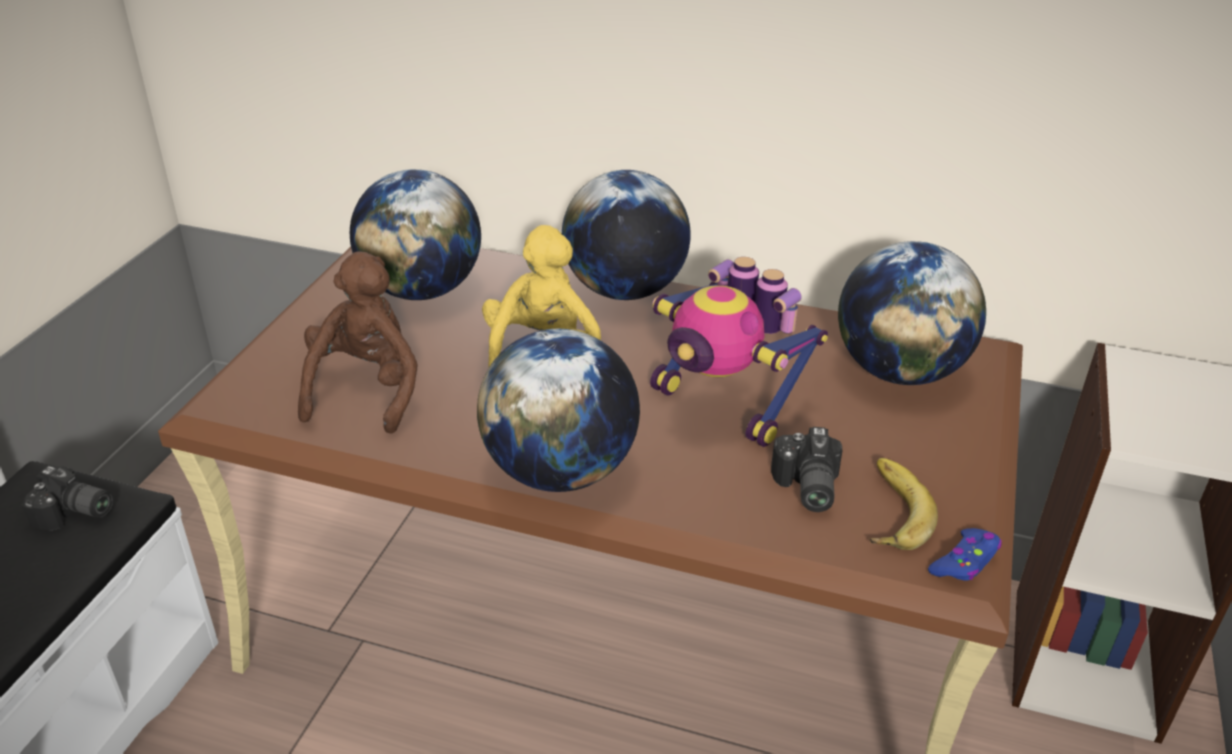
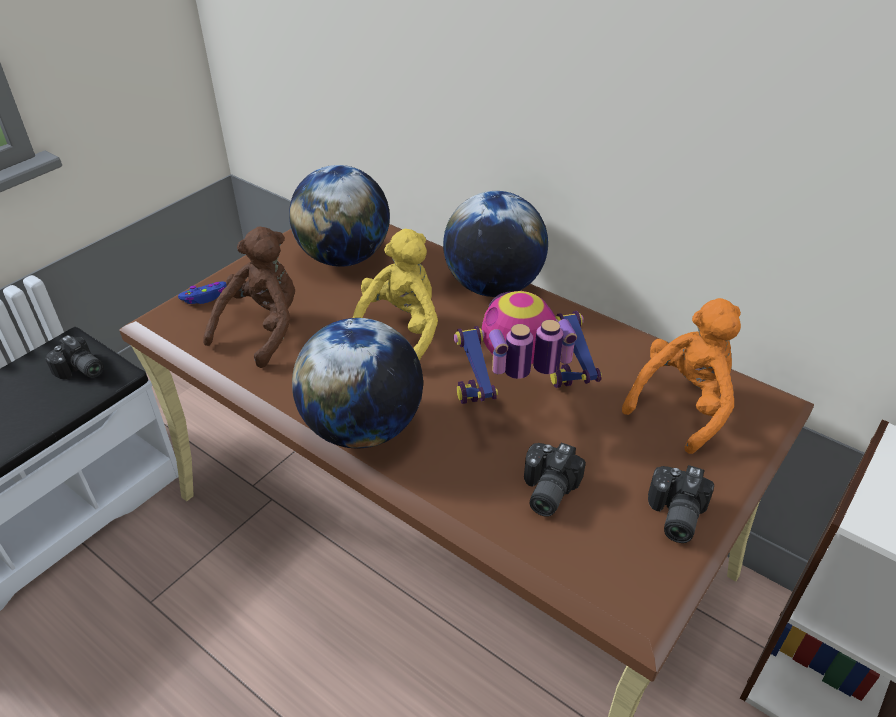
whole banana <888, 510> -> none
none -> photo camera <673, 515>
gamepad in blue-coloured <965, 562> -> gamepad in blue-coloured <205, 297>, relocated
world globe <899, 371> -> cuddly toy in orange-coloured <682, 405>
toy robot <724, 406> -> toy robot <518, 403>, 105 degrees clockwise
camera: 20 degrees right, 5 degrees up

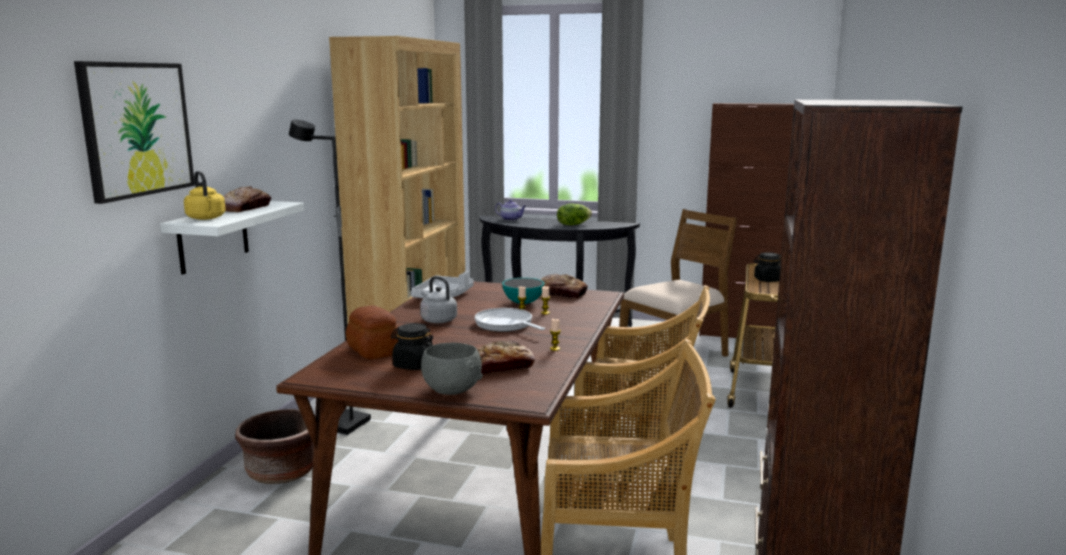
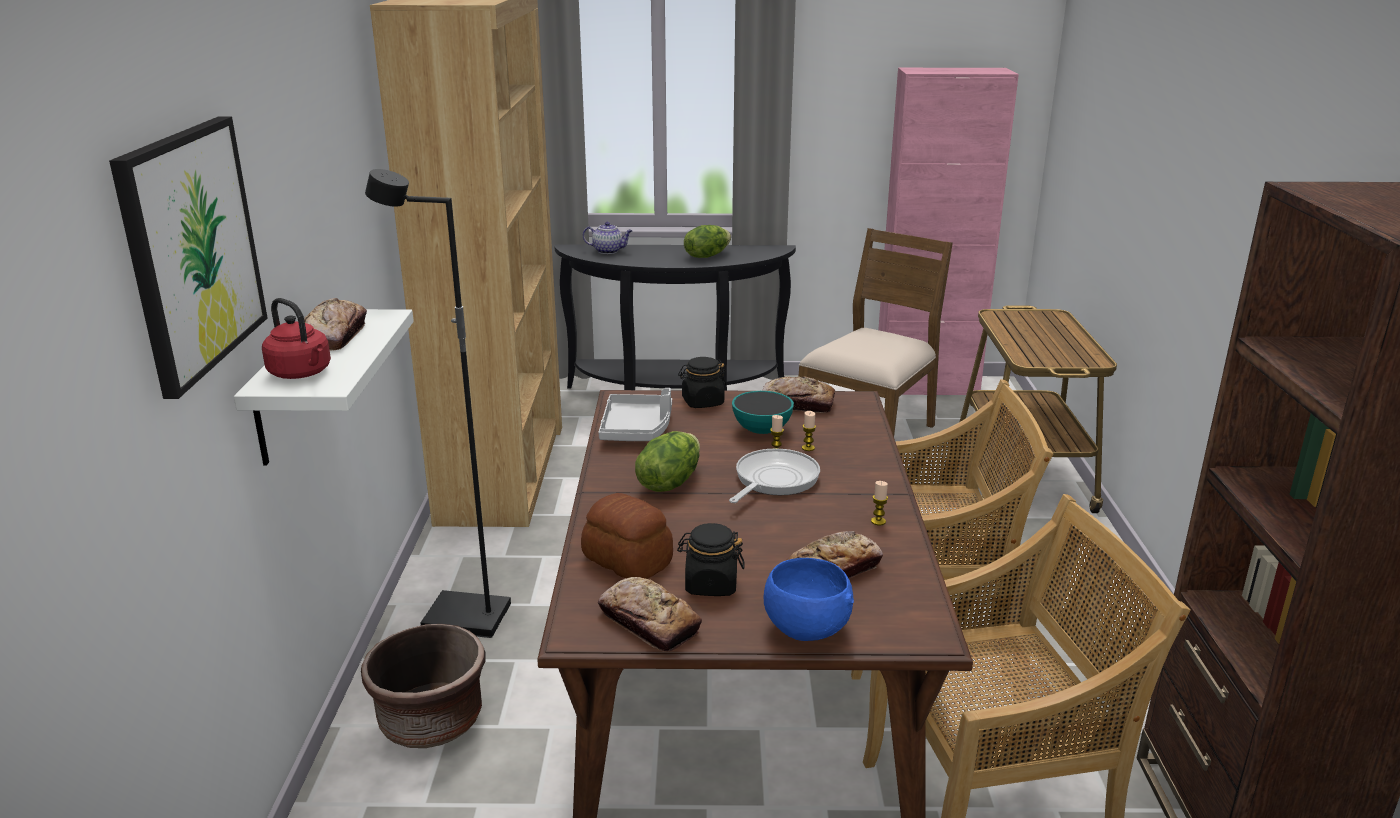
none -> baked bread <649, 622>
storage jar in blackish <767, 280> -> storage jar in blackish <702, 402>, relocated
kettle in gray <437, 320> -> head of lettuce <669, 482>
kettle in yellowish <206, 218> -> kettle in reddish <302, 373>
deep dish in gray <451, 390> -> deep dish in blue-coloured <805, 629>
cabinet in brown <736, 334> -> cabinet in pink-coloured <926, 387>
skillet <506, 325> -> skillet <773, 480>, 90 degrees clockwise
camera: 15 degrees left, 10 degrees up

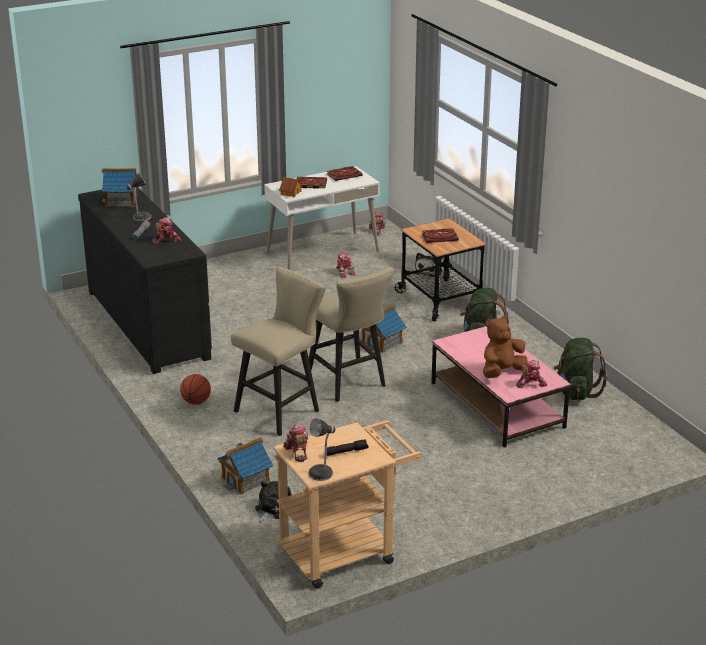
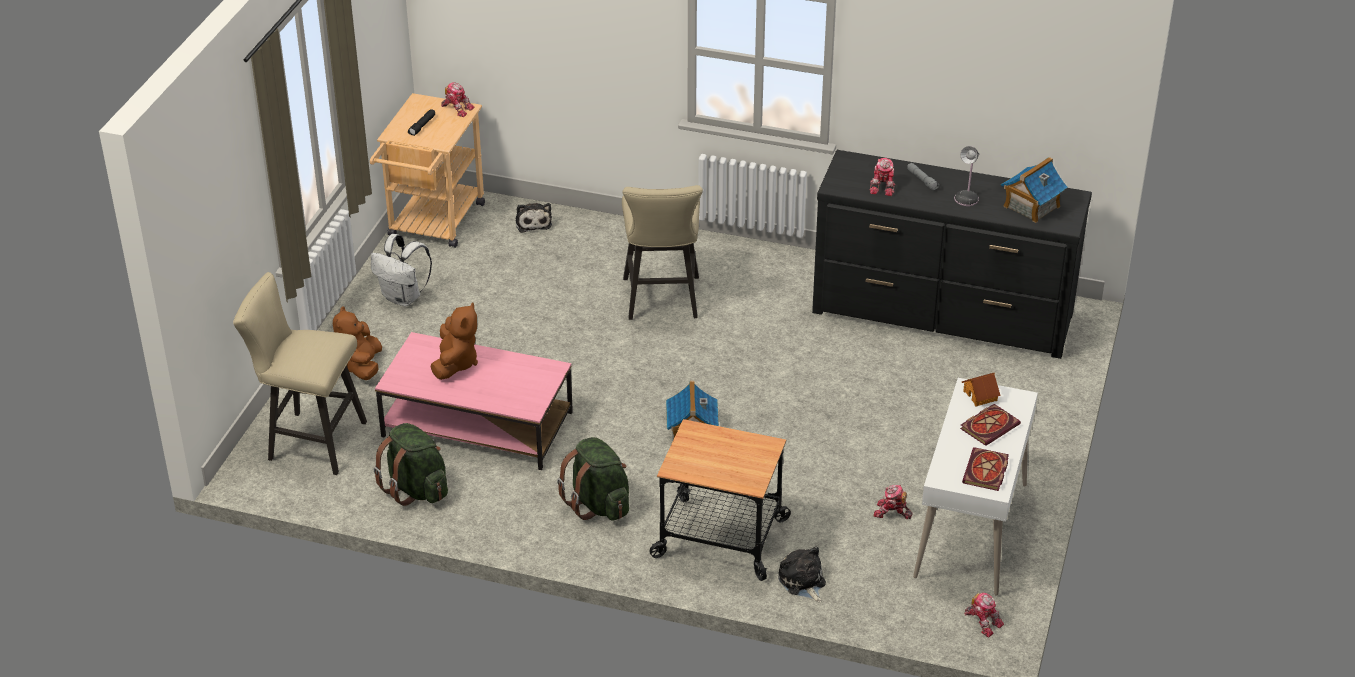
ball for basketball <196, 402> -> none
model house <246, 480> -> none
tabletop lamp <322, 473> -> none
volume <440, 237> -> none
toy robot <531, 383> -> none
none -> cuddly toy in brown <361, 366>
none -> rucksack in white-coloured <403, 298>
stool in beige-coloured <349, 383> -> stool in beige-coloured <310, 441>, relocated
camera: 135 degrees right, 10 degrees up

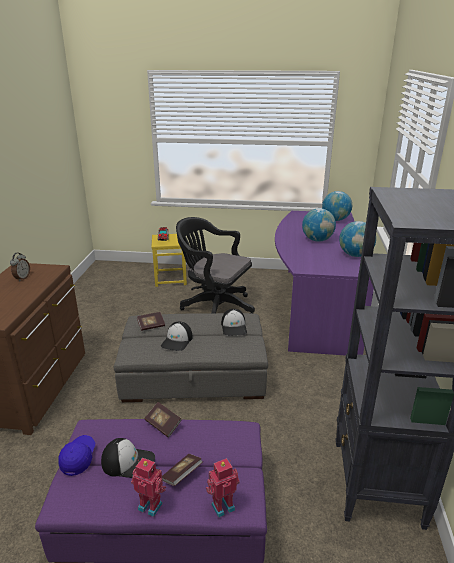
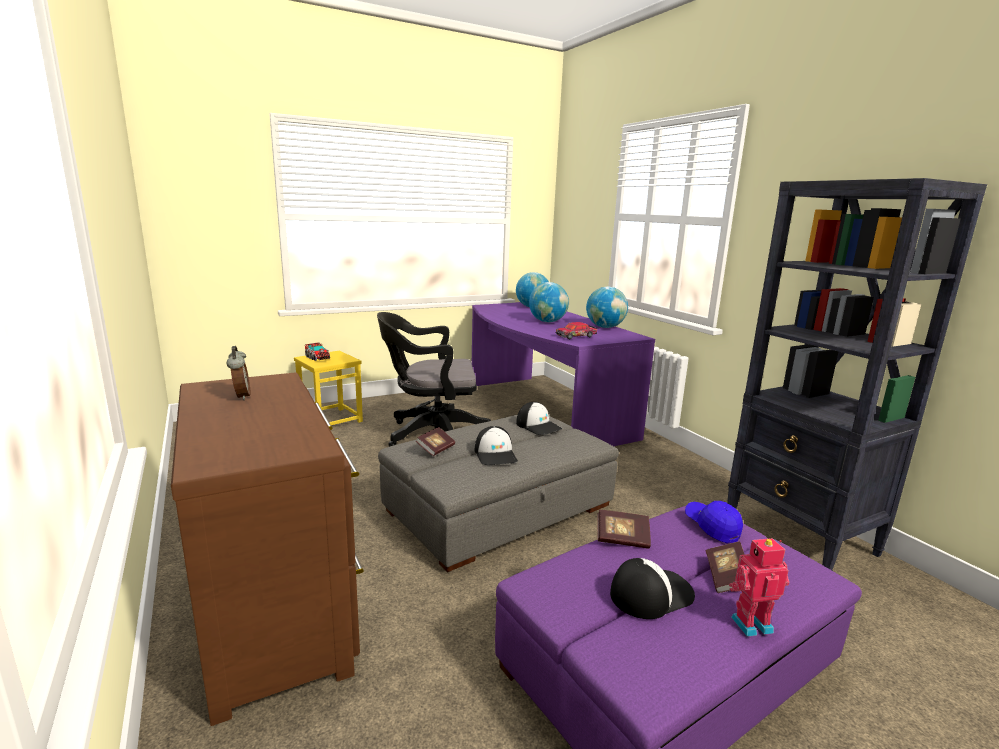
toy robot <222, 505> -> none
none -> toy car <576, 336>
cap in blue-coloured <78, 458> -> cap in blue-coloured <711, 527>, relocated
camera: 35 degrees left, 10 degrees down

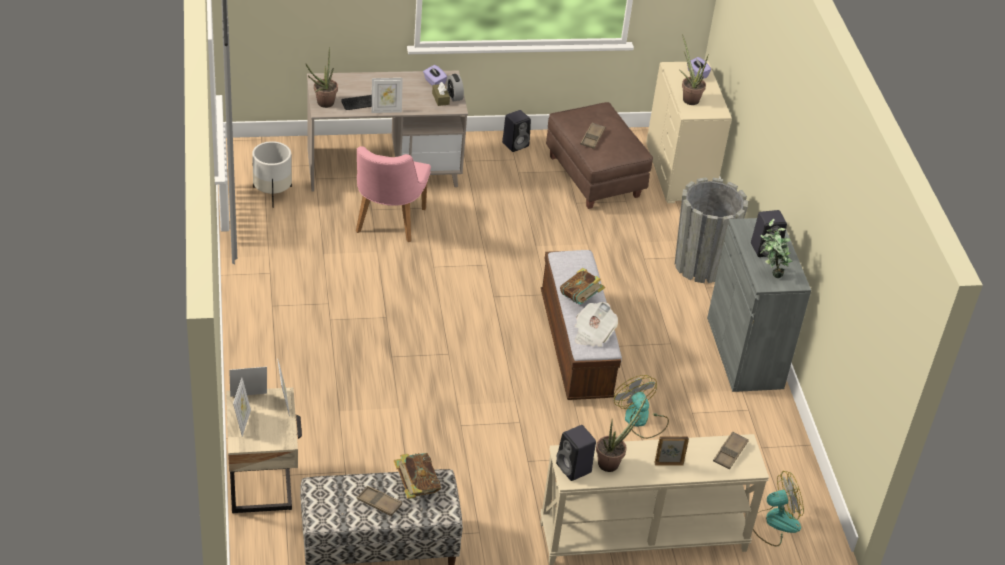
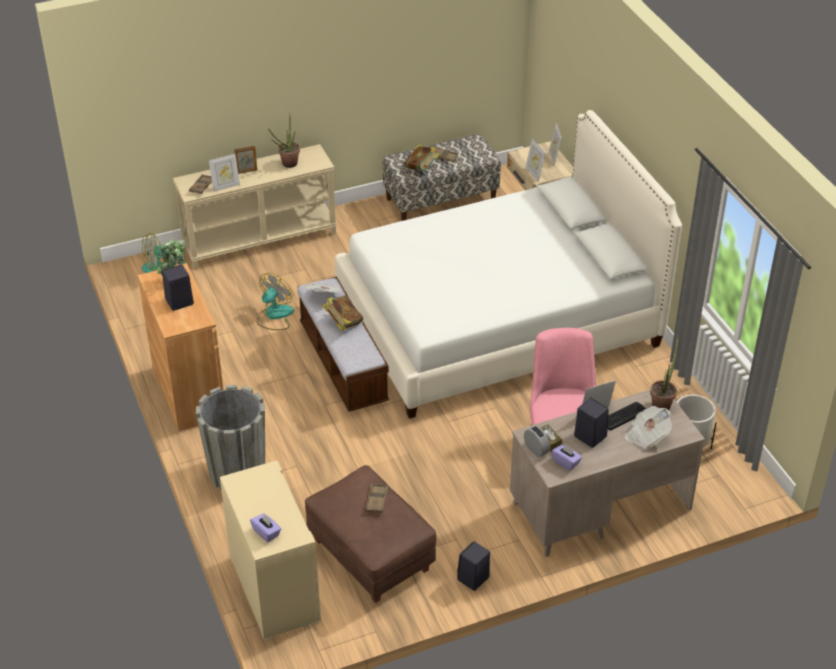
plant in a pot <688, 98> -> none
none -> sleeping bed in white-coloured <498, 321>
none -> newspaper <646, 435>
standing frame <248, 397> -> standing frame <225, 186>, relocated
audio speaker in blackish <574, 469> -> audio speaker in blackish <589, 436>, relocated
cabinet in gray <744, 352> -> cabinet in brown <189, 392>
electric fan <641, 420> -> electric fan <274, 316>, 105 degrees counterclockwise
camera: 170 degrees right, 0 degrees up

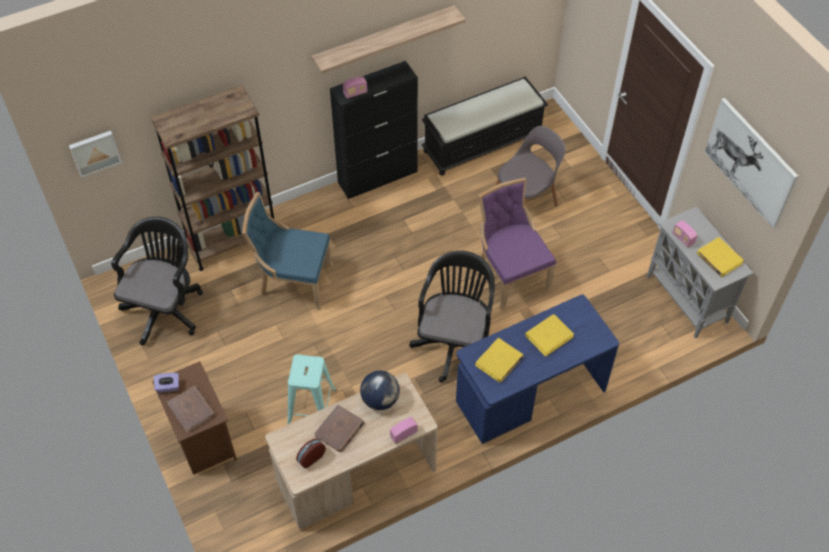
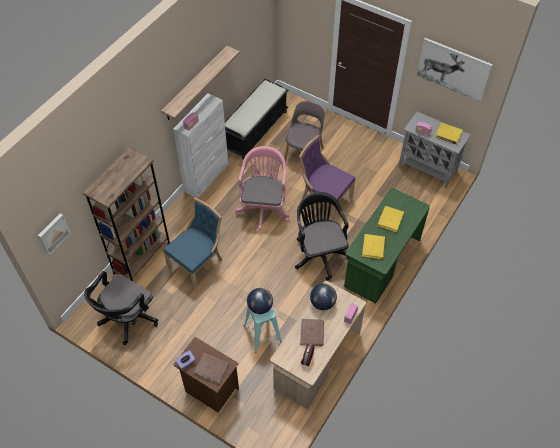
none -> desk chair in pink-coloured <263, 207>
none -> world globe <260, 307>
cabinet in blackish <378, 177> -> cabinet in white-coloured <206, 177>
desk table in blue-coloured <530, 394> -> desk table in greenish <381, 262>
desk chair in blackish <165, 308> -> desk chair in blackish <126, 319>, 135 degrees counterclockwise
chair in blue-coloured <293, 281> -> chair in blue-coloured <198, 264>, 150 degrees clockwise
camera: 30 degrees left, 0 degrees up

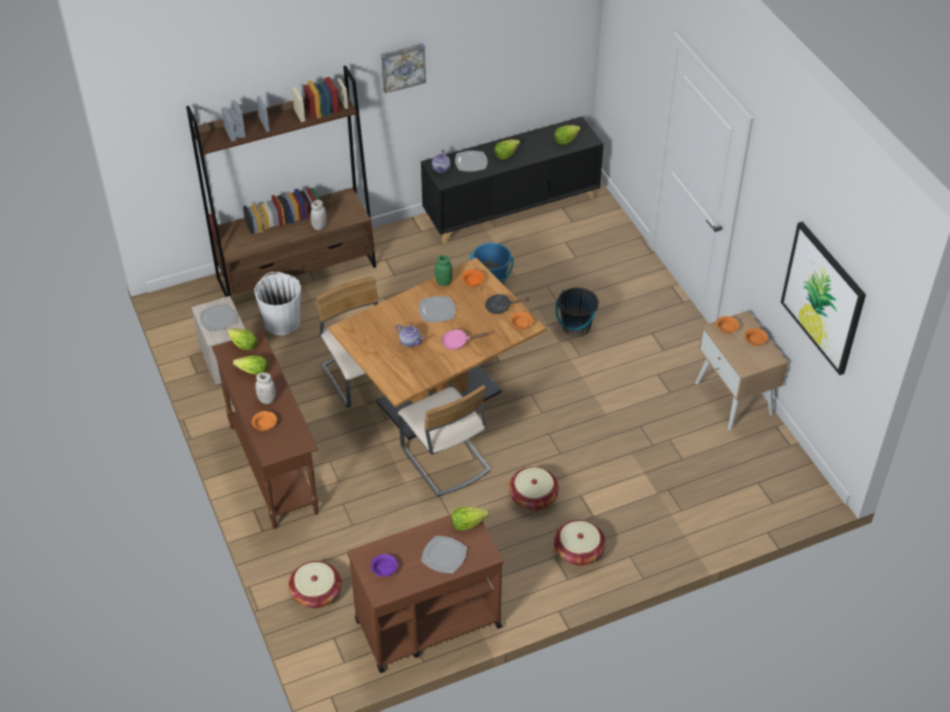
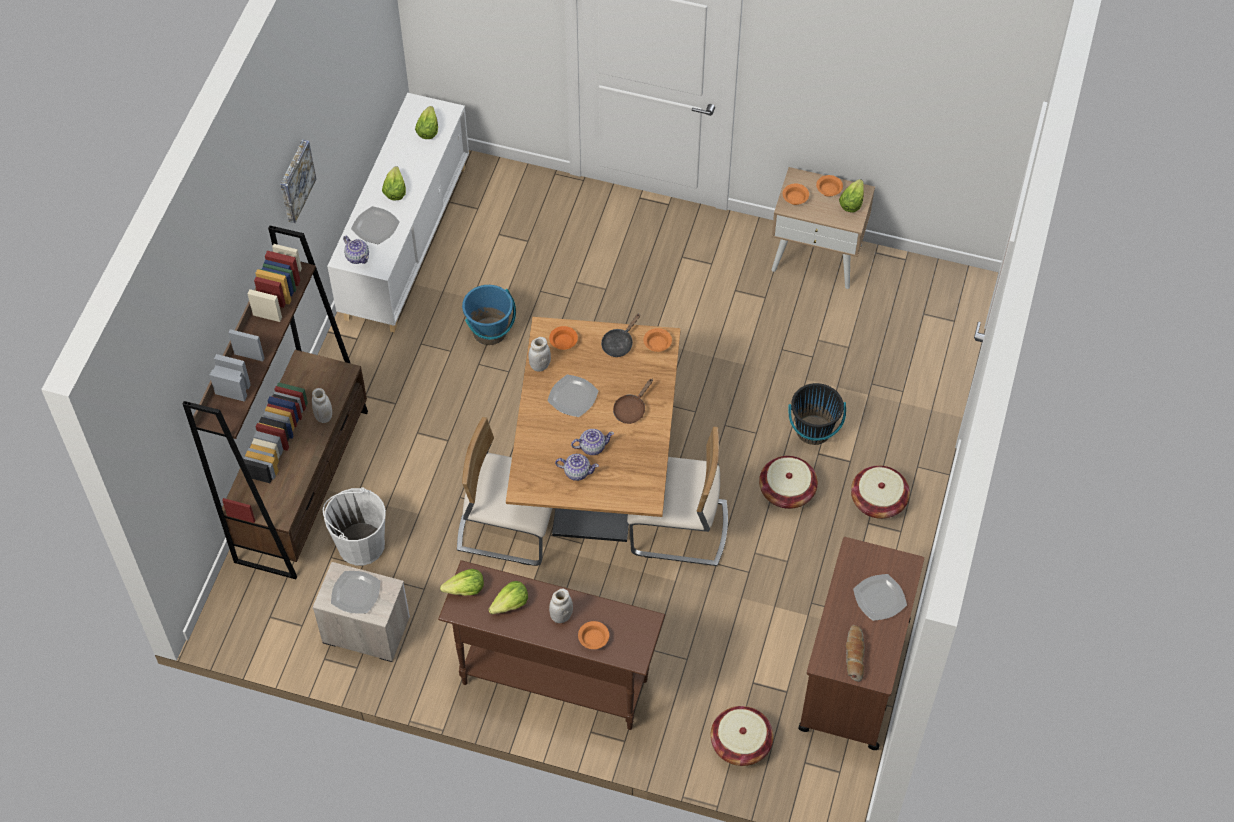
wall art <823, 297> -> none
none -> tea pot <576, 472>
head of lettuce <467, 523> -> head of lettuce <851, 203>, relocated
bucket in blackish <575, 328> -> bucket in blackish <813, 430>, relocated
deep dish in purple-coloured <384, 569> -> baked bread <854, 655>
cabinet in blackish <511, 208> -> cabinet in white-coloured <406, 241>
storage jar in greenish <443, 282> -> storage jar in white-coloured <540, 365>
skillet in pink-coloured <458, 342> -> skillet in brown <631, 409>
camera: 50 degrees left, 10 degrees up

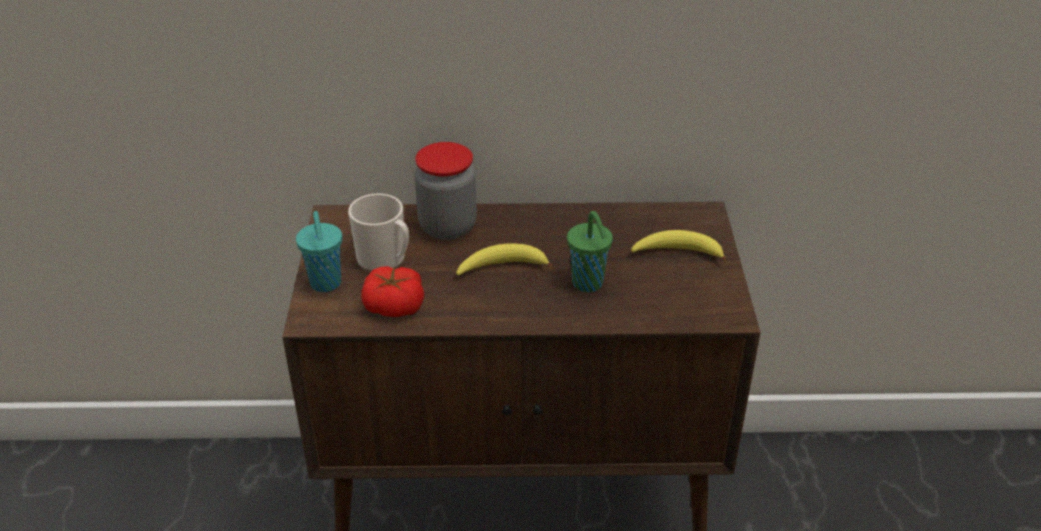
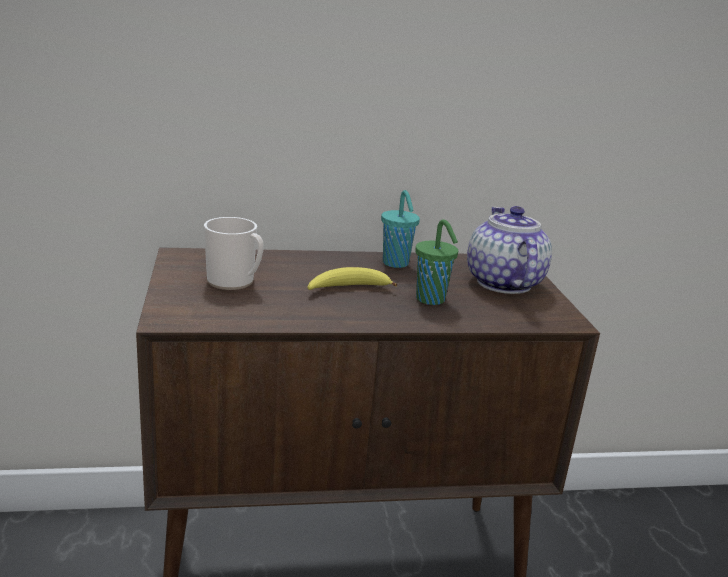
fresh tomato <394, 306> -> none
storage jar <447, 227> -> none
cup in turquoise <326, 284> -> cup in turquoise <396, 264>, relocated
whole banana <677, 253> -> tea pot <502, 282>
camera: 10 degrees left, 15 degrees down

